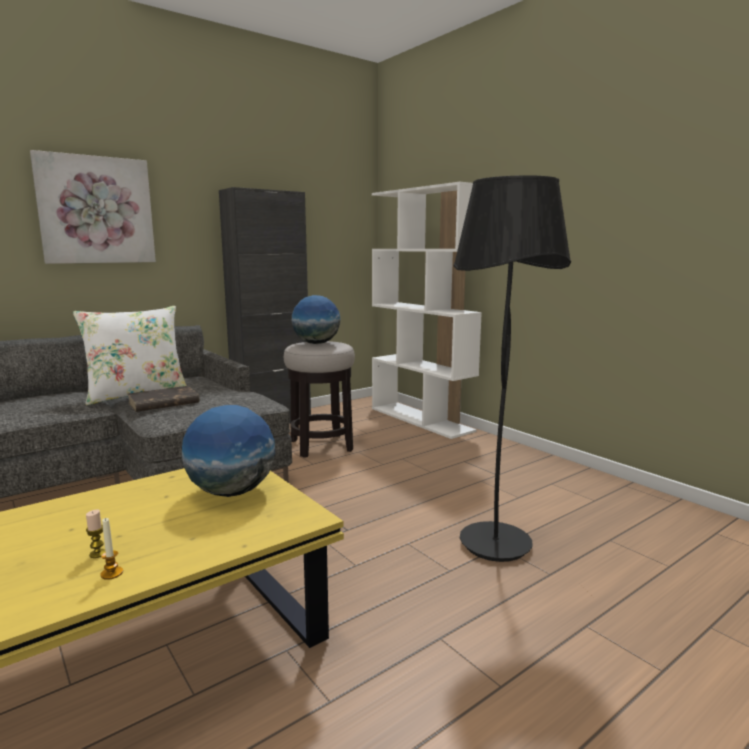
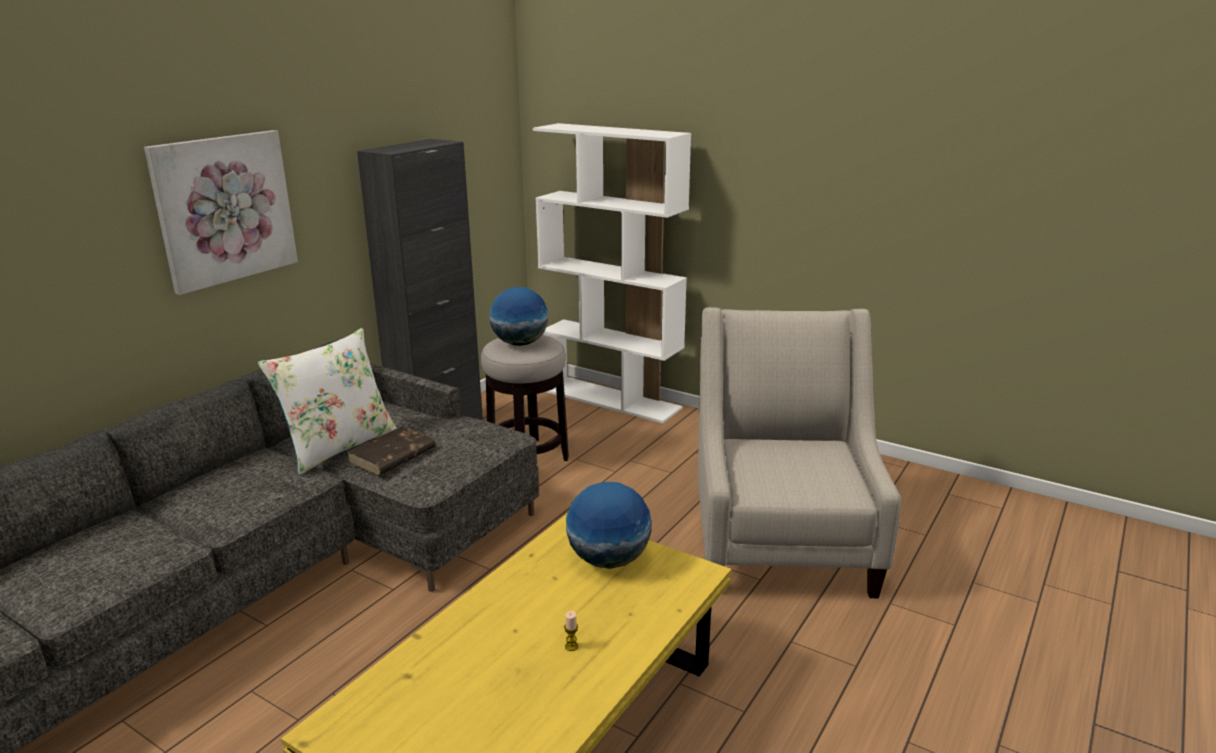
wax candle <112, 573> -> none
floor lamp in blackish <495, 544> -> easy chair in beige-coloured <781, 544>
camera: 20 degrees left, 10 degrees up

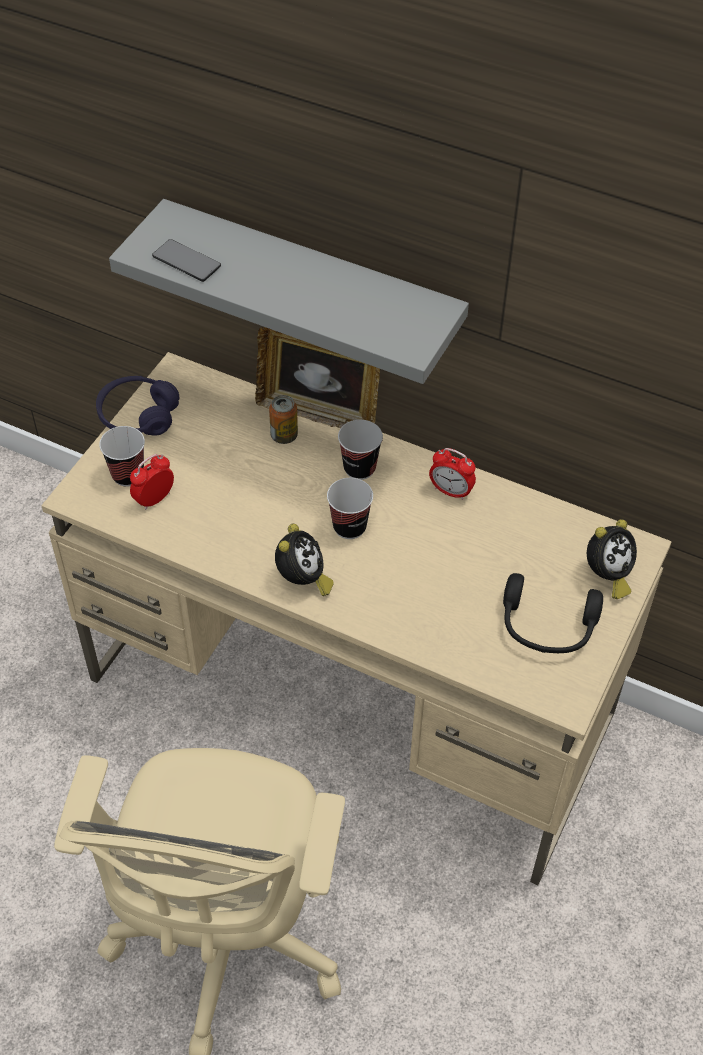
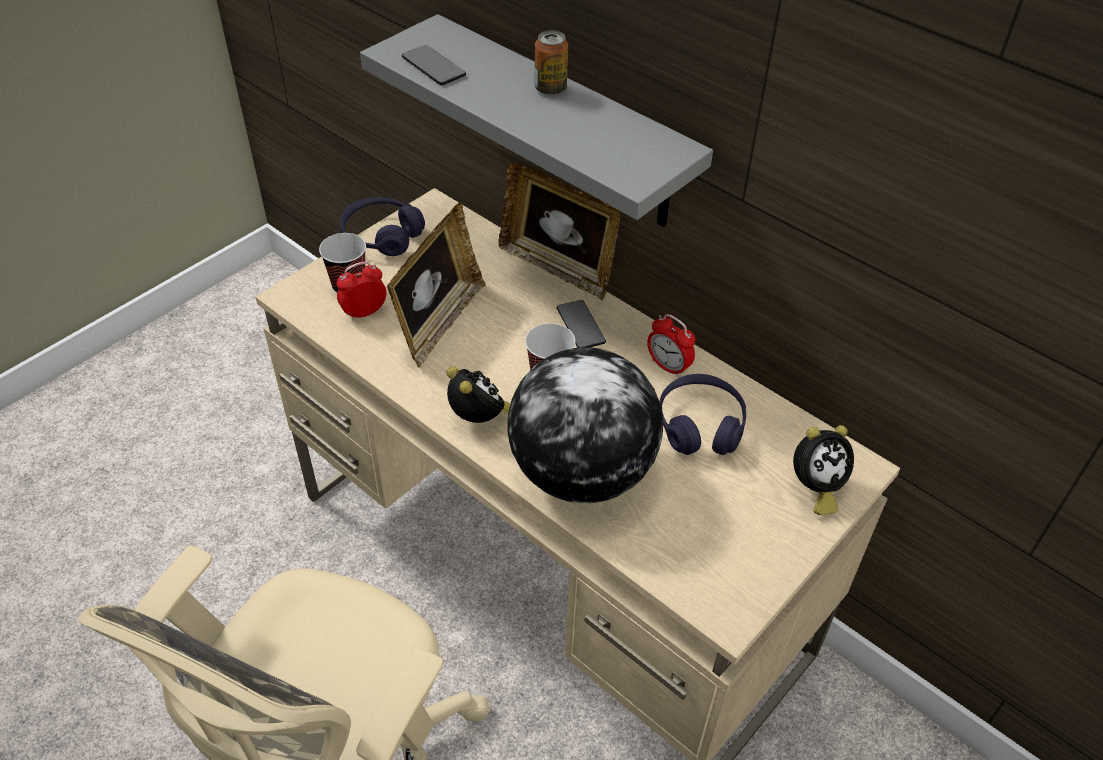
headset in blackish <547, 627> -> none
none -> standing frame <439, 322>
none -> world globe <583, 473>
none -> headset in purple-coloured <700, 425>
sealed can <284, 435> -> sealed can <550, 89>, relocated
cup <359, 468> -> telephone <580, 325>
bedside clock <302, 580> -> bedside clock <480, 420>, 60 degrees counterclockwise
camera: 15 degrees right, 5 degrees down

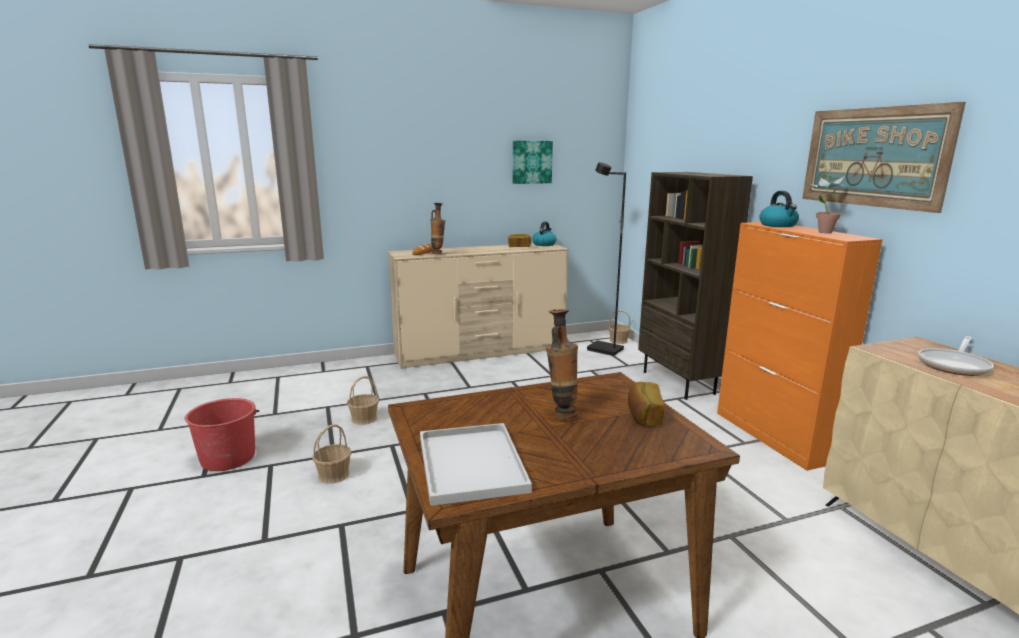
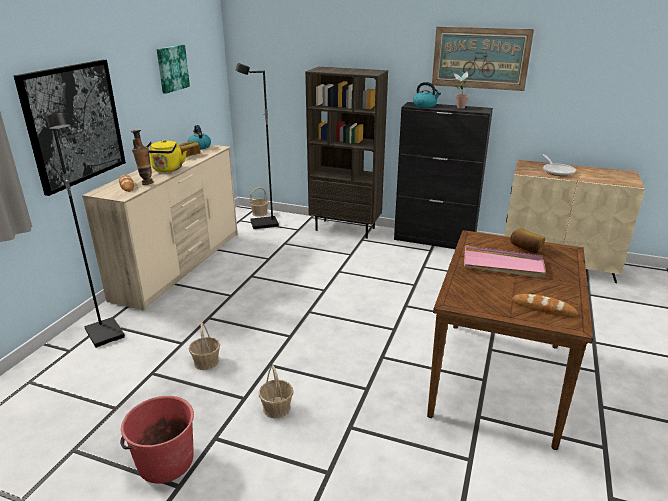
none -> wall art <74, 124>
none -> floor lamp in blackish <106, 334>
none -> kettle in yellowish <167, 169>
serving tray in white-coloured <473, 465> -> baked bread <543, 308>
decorative vase <561, 414> -> serving tray in pink-coloured <503, 265>
cabinet in orange-coloured <773, 436> -> cabinet in blackish <434, 240>
camera: 50 degrees left, 10 degrees up

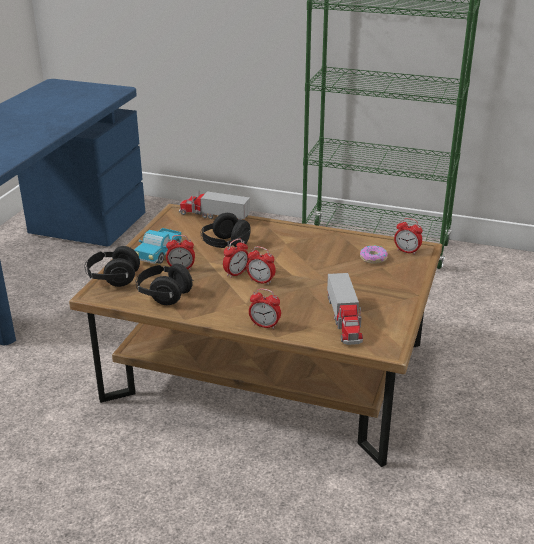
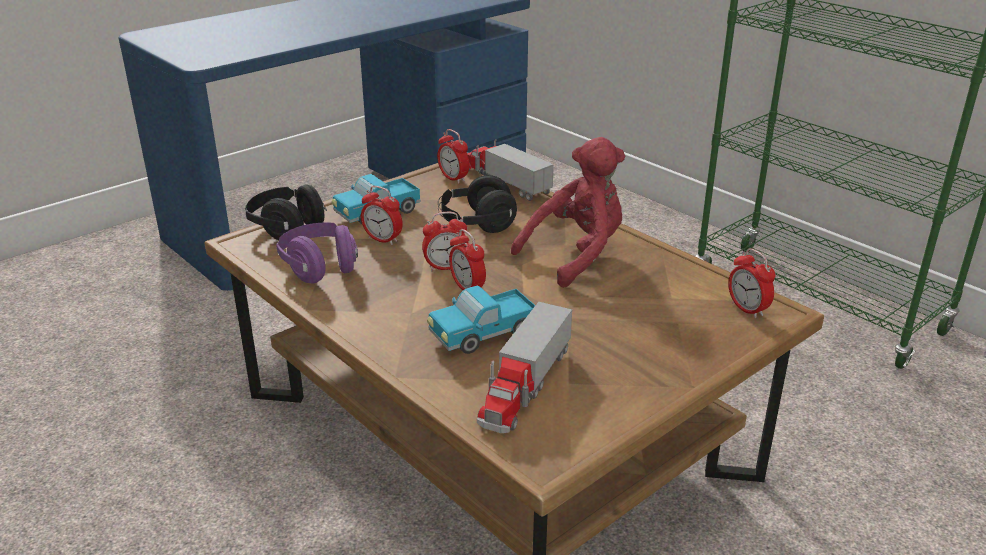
donut <373, 258> -> none
none -> toy truck <482, 335>
none -> cuddly toy in reddish <576, 255>
bedside clock <265, 325> -> bedside clock <453, 178>, relocated
headset in blackish <164, 295> -> headset in purple-coloured <320, 268>
camera: 30 degrees right, 0 degrees up

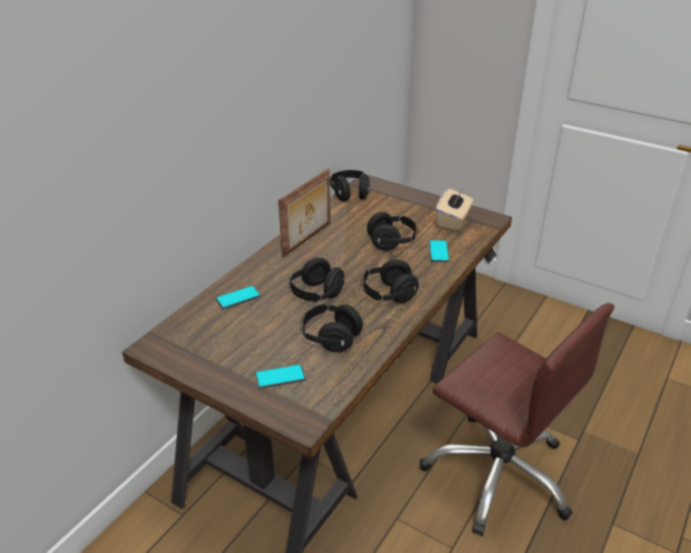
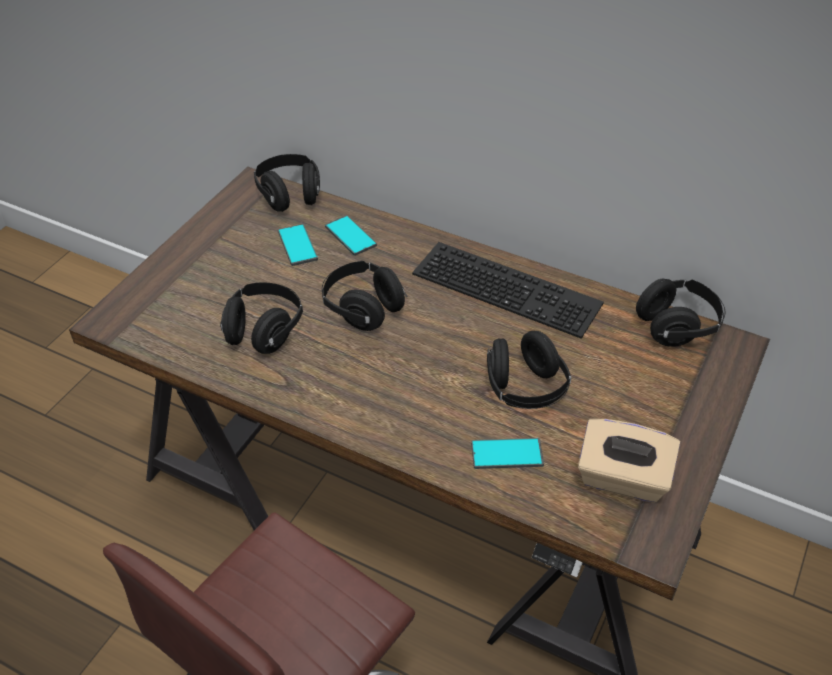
telephone <280, 377> -> telephone <298, 245>, relocated
headset in blackish <388, 295> -> headset in blackish <290, 195>, relocated
standing frame <308, 239> -> computer keyboard <509, 287>
camera: 85 degrees right, 10 degrees up

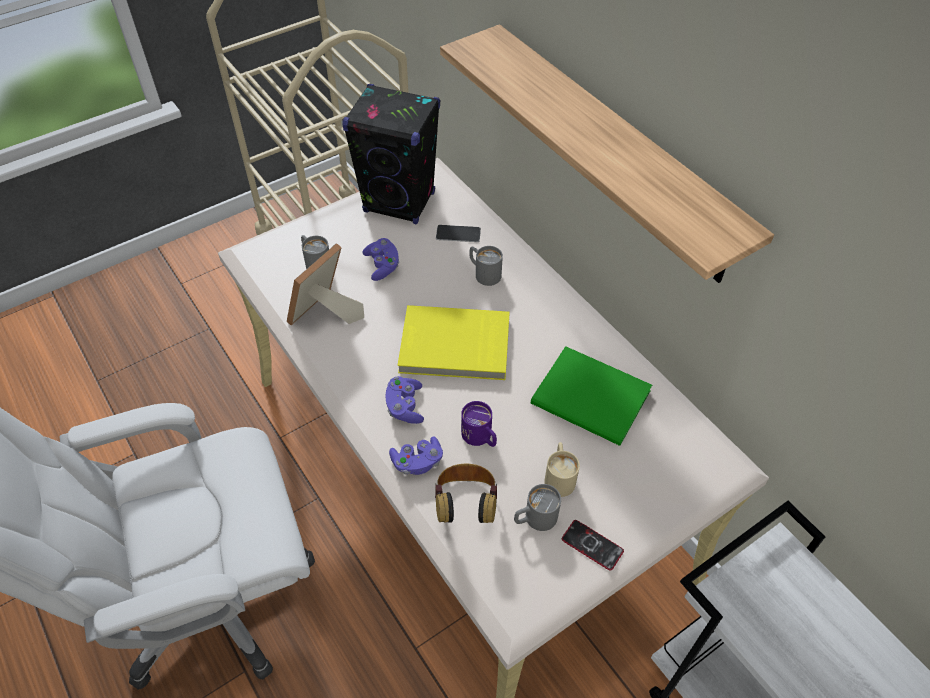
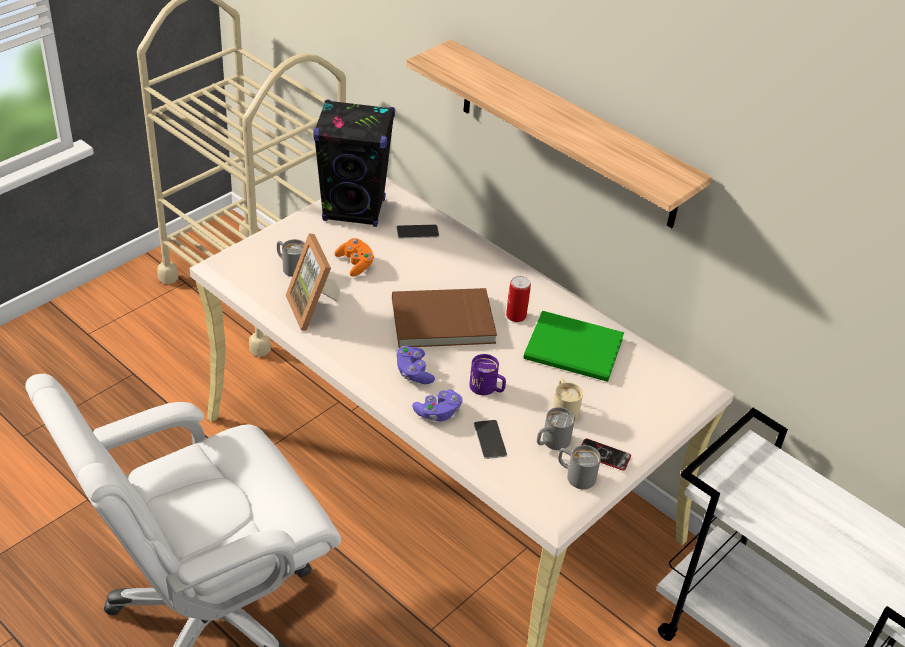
none -> sealed can <516, 316>
coffee mug in gray <483, 273> -> coffee mug in gray <575, 475>, relocated
headset <466, 505> -> telephone <490, 439>
gamepad in purple-coloured <382, 266> -> gamepad in orange-coloured <355, 264>
volume in yellowish <454, 347> -> volume in brown <443, 322>
standing frame <325, 315> -> standing frame <315, 309>, 45 degrees counterclockwise
camera: 15 degrees left, 10 degrees down

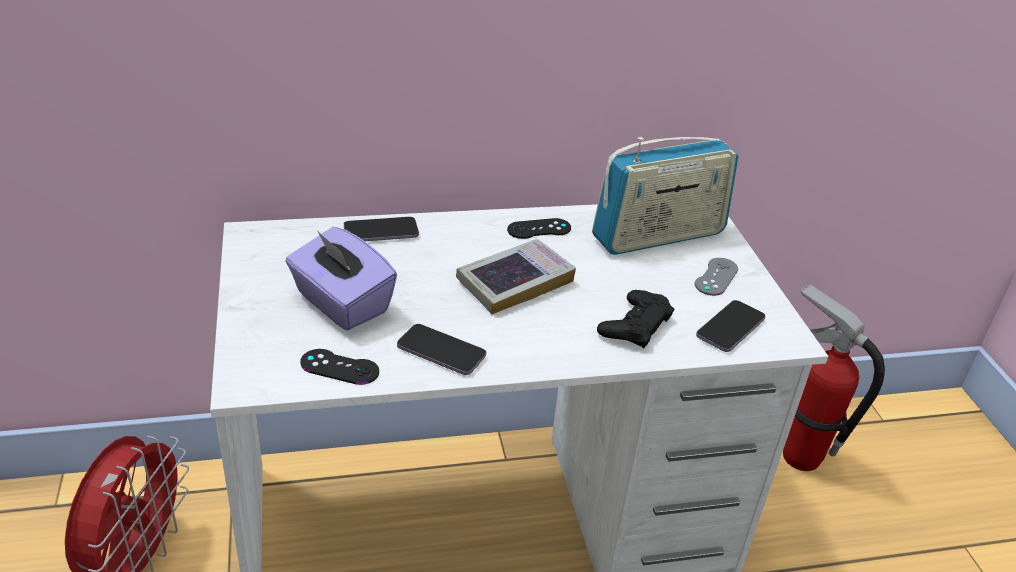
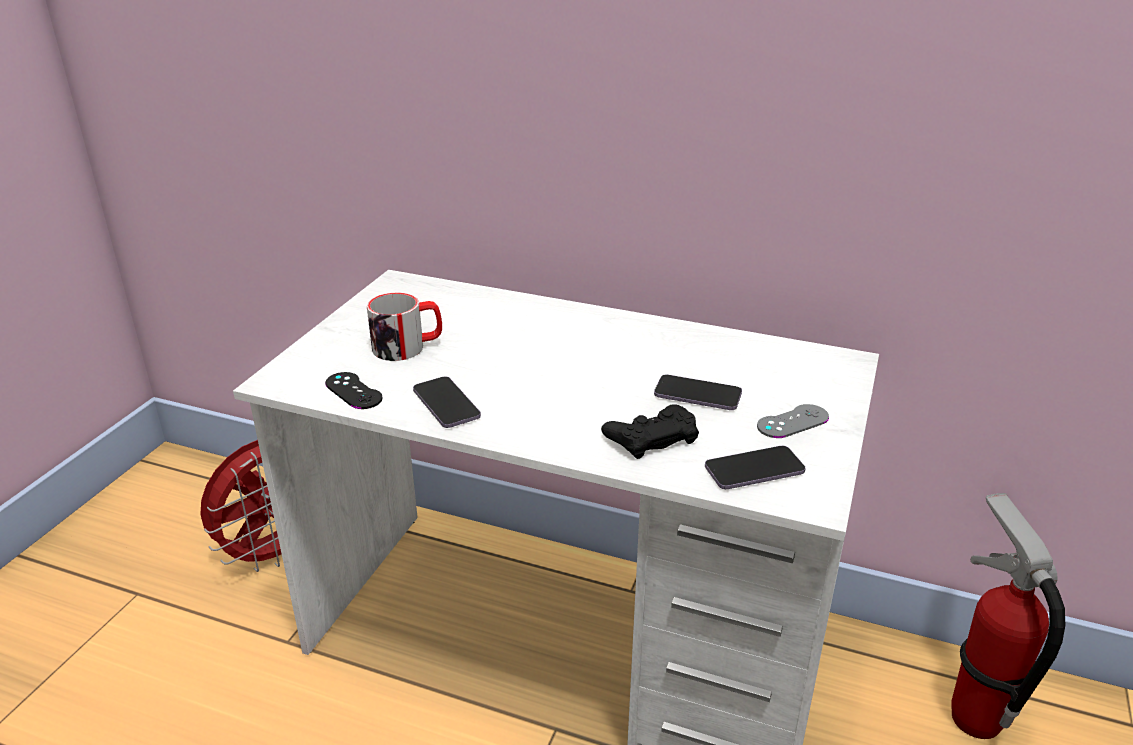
volume <515, 282> -> none
gamepad in blackish <539, 229> -> none
radio set <658, 236> -> none
telephone <381, 232> -> telephone <697, 395>, relocated
tissue holder in purple-coloured <341, 304> -> coffee mug <408, 347>
camera: 35 degrees right, 5 degrees down

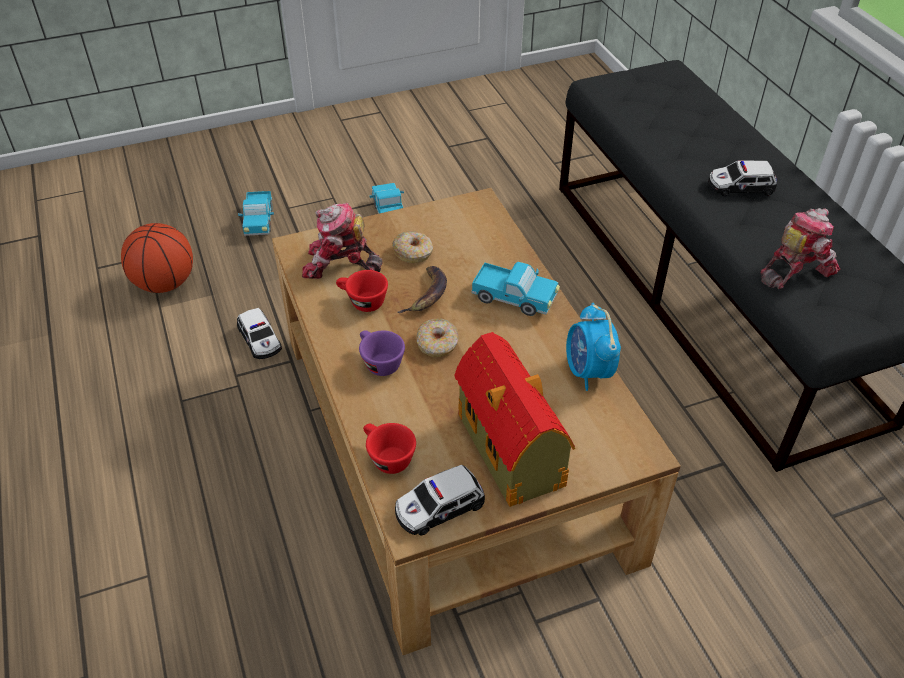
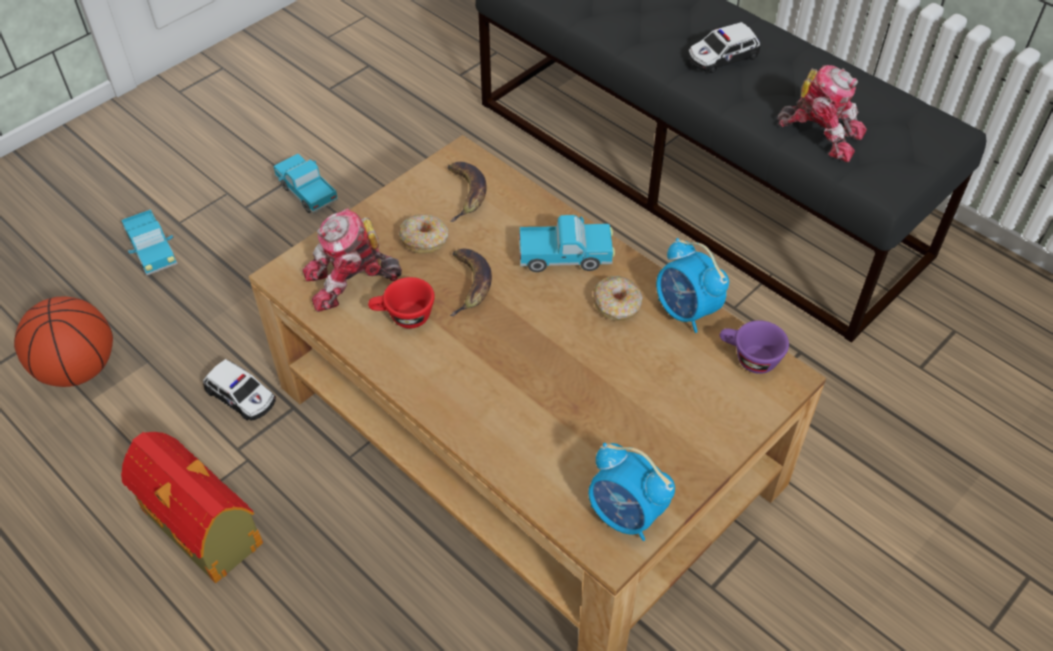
cup in reddish <386, 457> -> none
none -> whole banana <466, 193>
cup in purple-coloured <379, 362> -> cup in purple-coloured <749, 358>, relocated
donut <437, 344> -> donut <617, 305>, relocated
model house <511, 452> -> model house <204, 529>, relocated
toy car <439, 507> -> bedside clock <625, 515>
toy robot <794, 269> -> toy robot <821, 133>, 90 degrees clockwise
camera: 25 degrees left, 5 degrees up

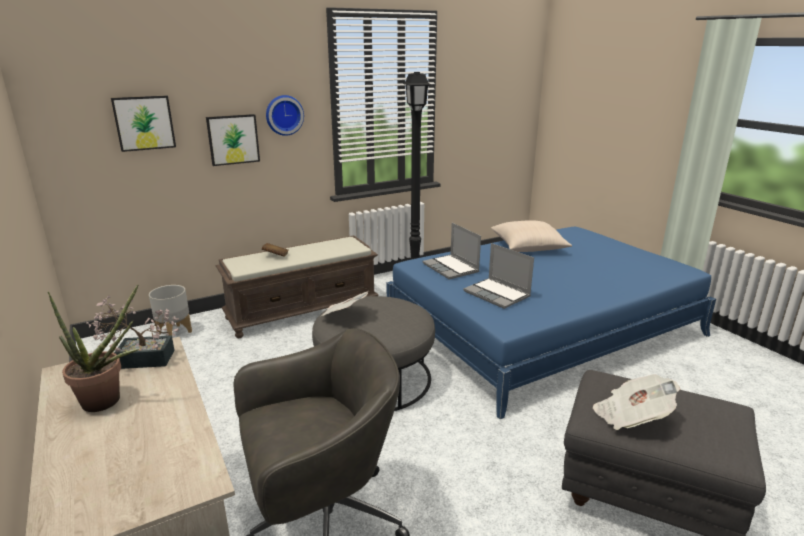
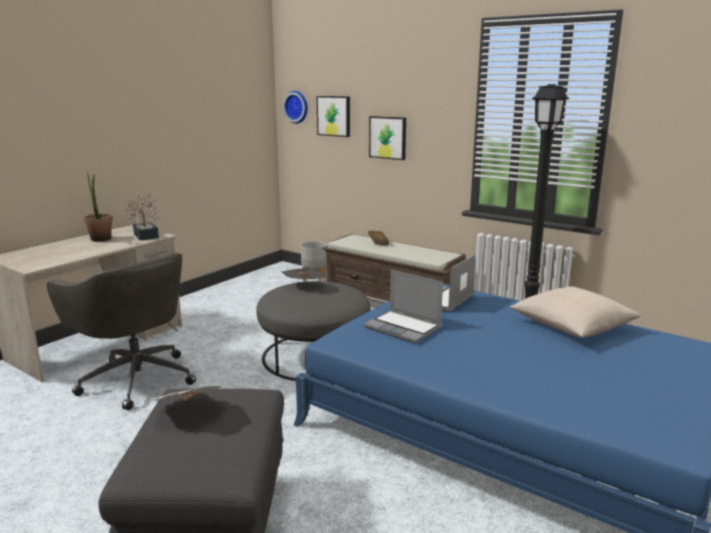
clock on the wall <284, 115> -> clock on the wall <297, 107>, relocated
notebook computer <498, 294> -> notebook computer <404, 328>, 75 degrees counterclockwise
camera: 65 degrees right, 5 degrees down

